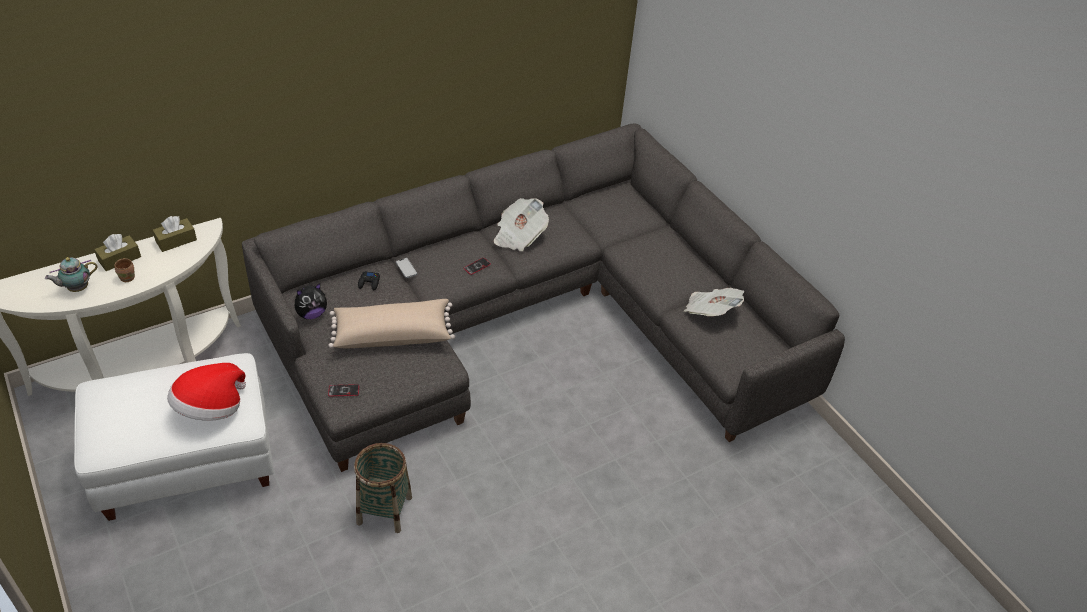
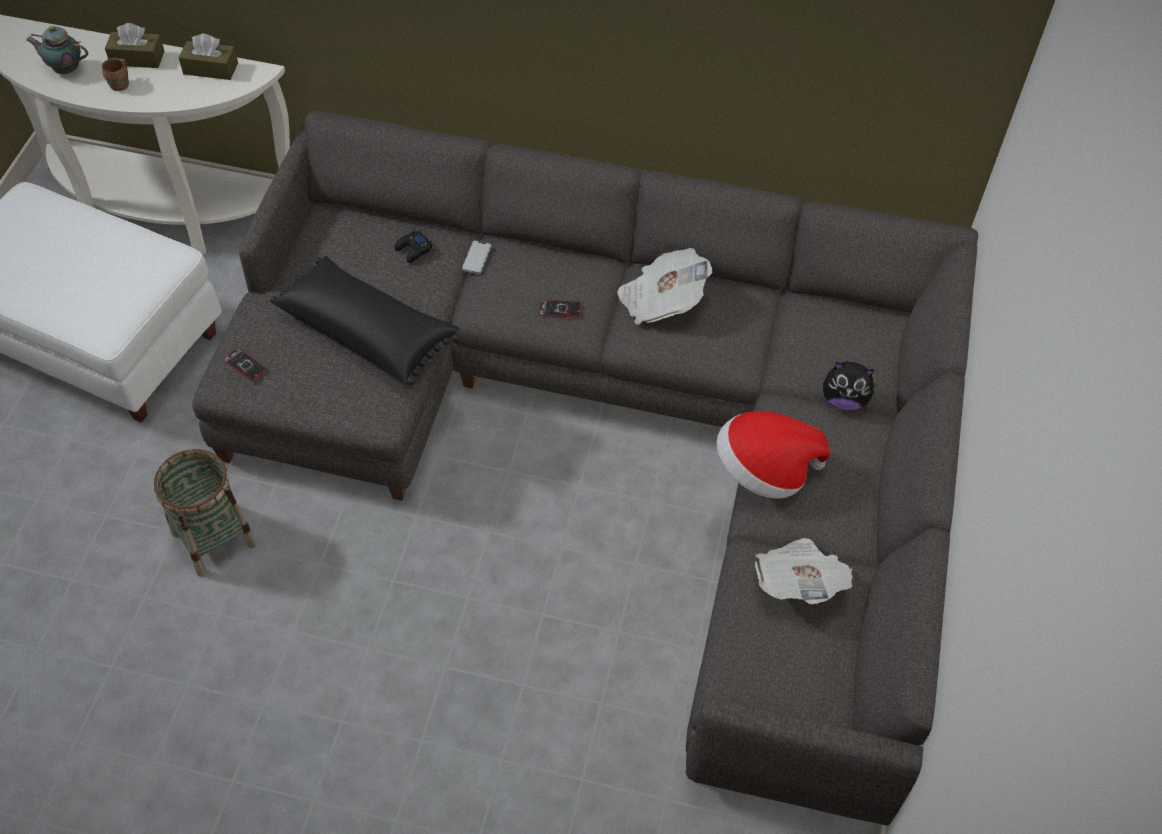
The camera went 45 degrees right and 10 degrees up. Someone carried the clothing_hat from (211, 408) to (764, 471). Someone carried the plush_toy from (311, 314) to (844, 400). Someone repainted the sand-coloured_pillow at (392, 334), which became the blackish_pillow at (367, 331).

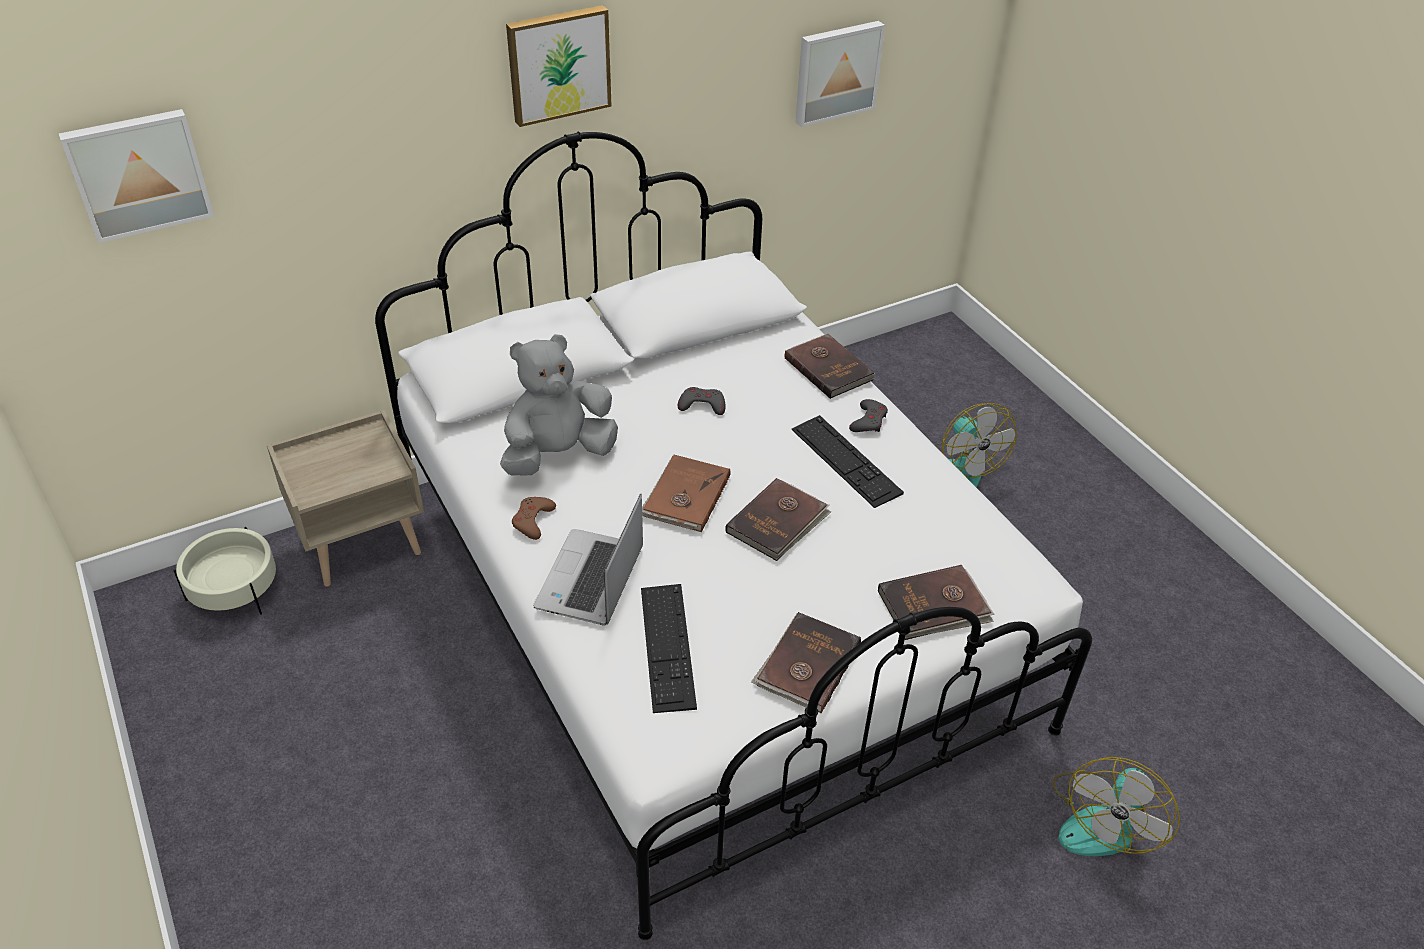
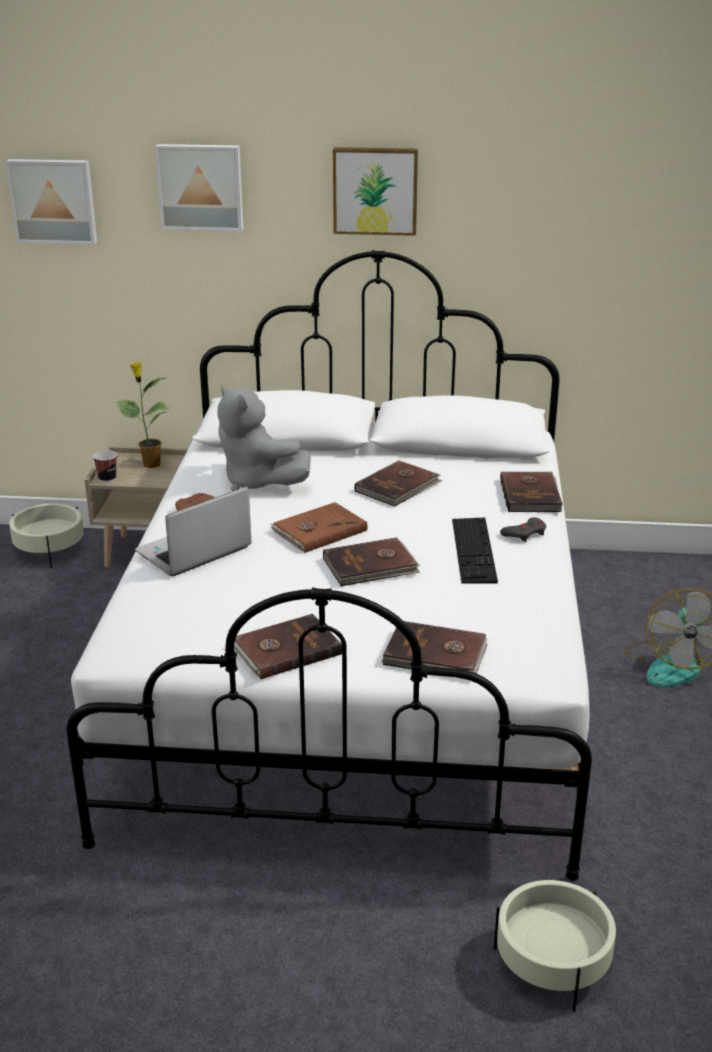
The camera went 35 degrees right and 15 degrees down. Someone took away the computer_keyboard at (667, 646). Someone put down the drinking_cup at (107, 478). Someone put down the plant_in_a_pot at (150, 464). Someone carried the wall_picture from (836, 72) to (200, 187). Someone swapped the grey_game_controller at (702, 405) for the brownish_bound_book at (398, 487). Someone swapped the cooling_fan at (1102, 820) for the sand-coloured_flower_pot at (552, 963). Someone rotated the grey_plush_toy at (558, 454) by 135 degrees counterclockwise.

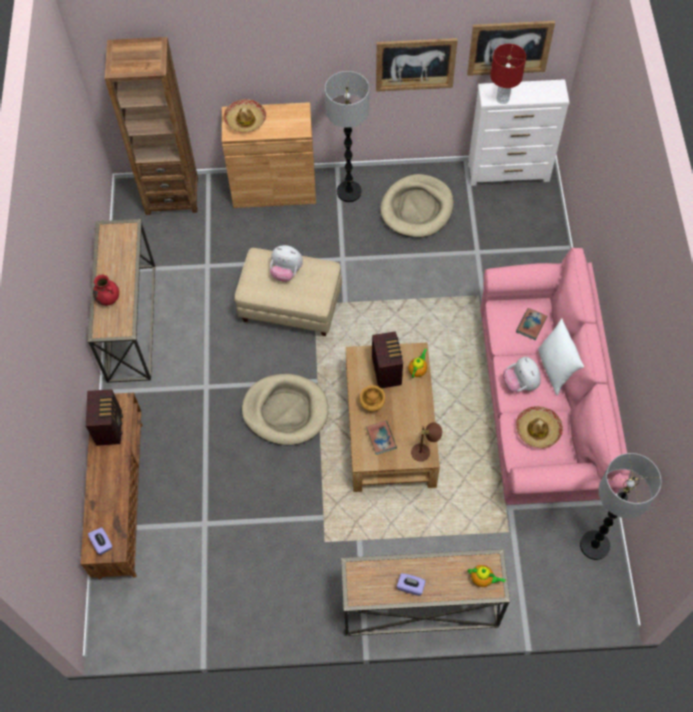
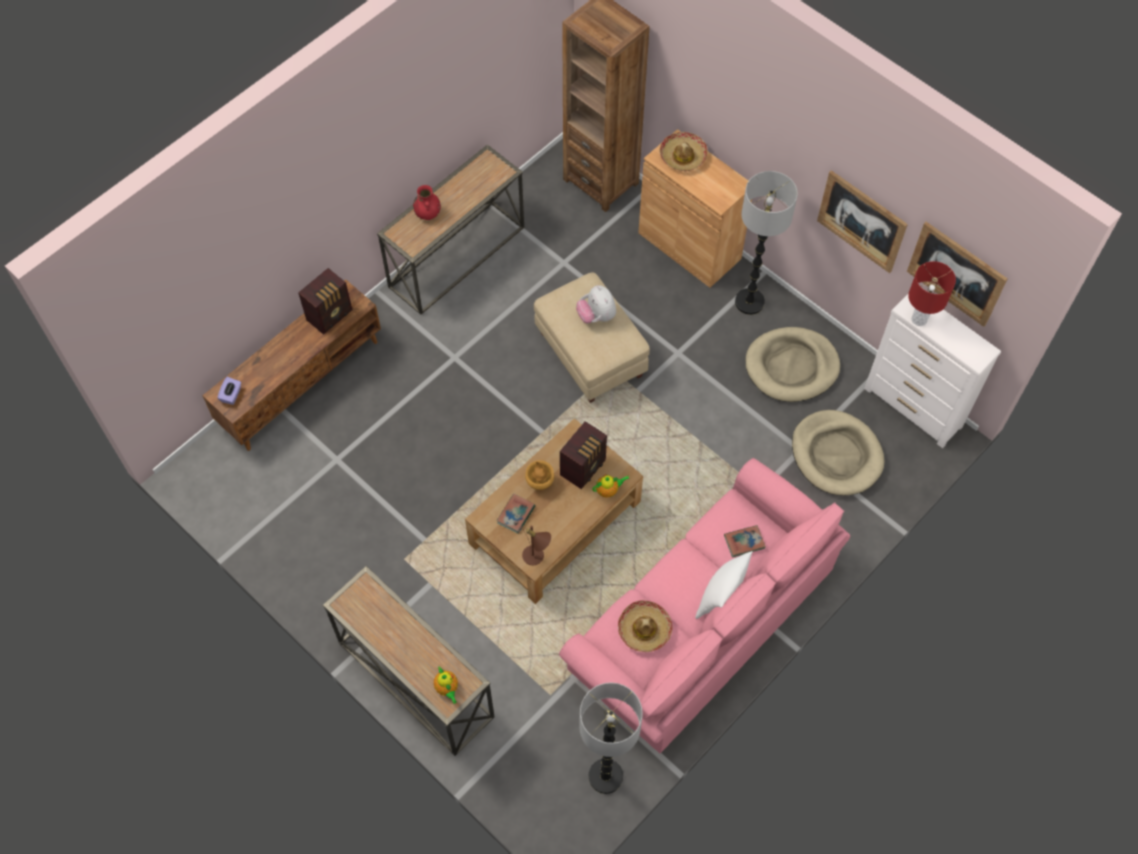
The camera went 45 degrees right and 0 degrees up. Someone took away the purple-coloured_tissue_holder at (410, 586). Someone took away the plush_toy at (520, 383). Someone carried the sand-coloured_dog_cushion from (285, 411) to (836, 455).

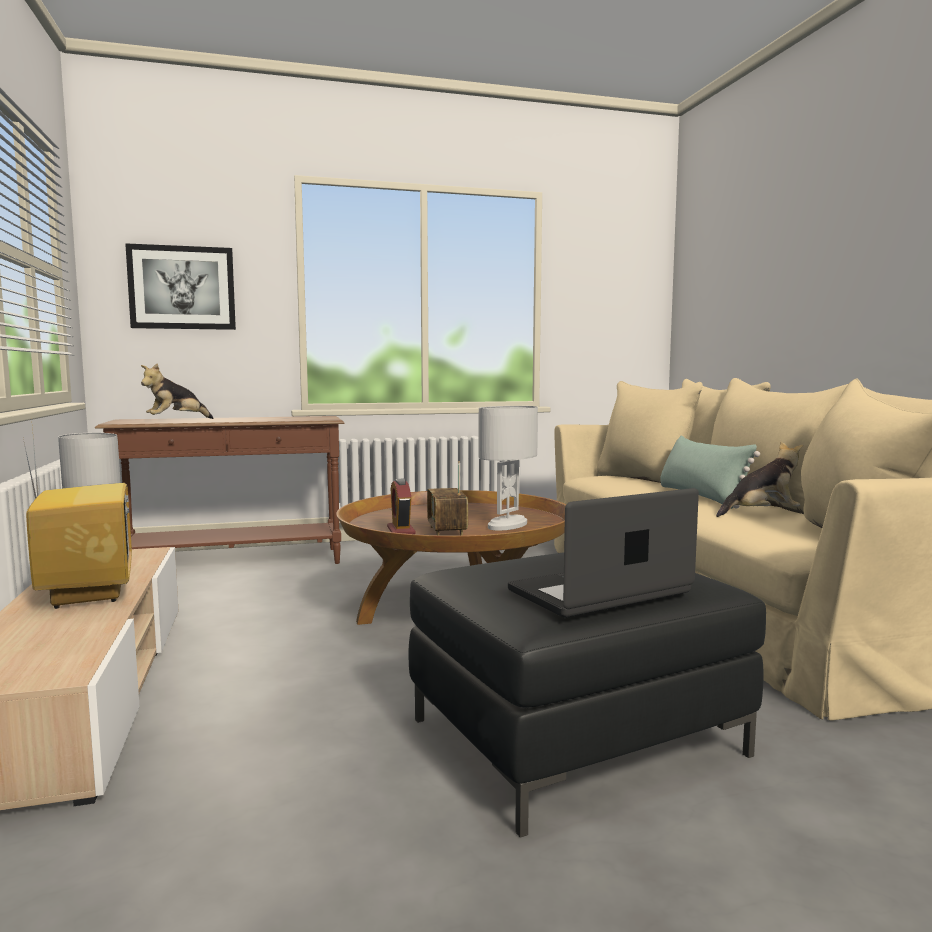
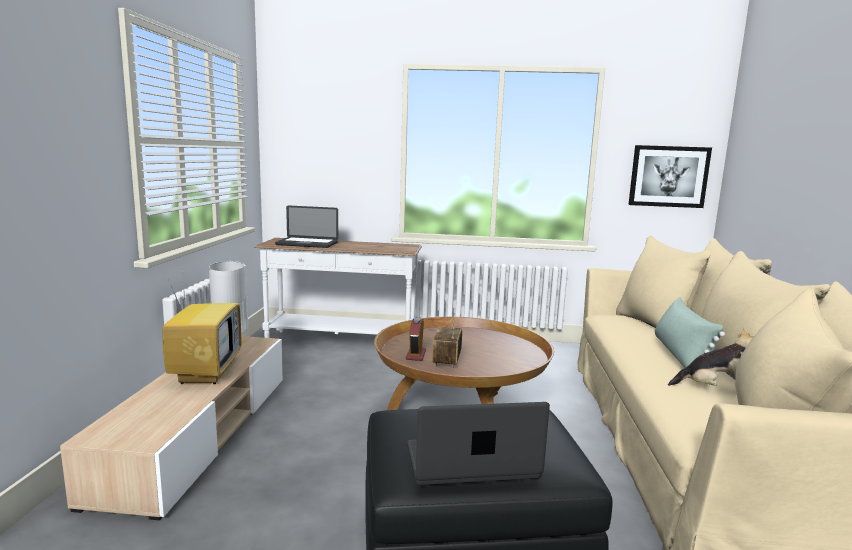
The camera went 20 degrees right and 5 degrees up. Someone took away the whitish_lamp_for_a_table at (508, 525). Someone carried the wall_picture from (182, 288) to (668, 176). Someone swapped the plush_toy at (176, 420) for the portable_computer at (307, 244). Someone repainted the brownish_narrow_table at (234, 563), which became the whitish_narrow_table at (341, 343).

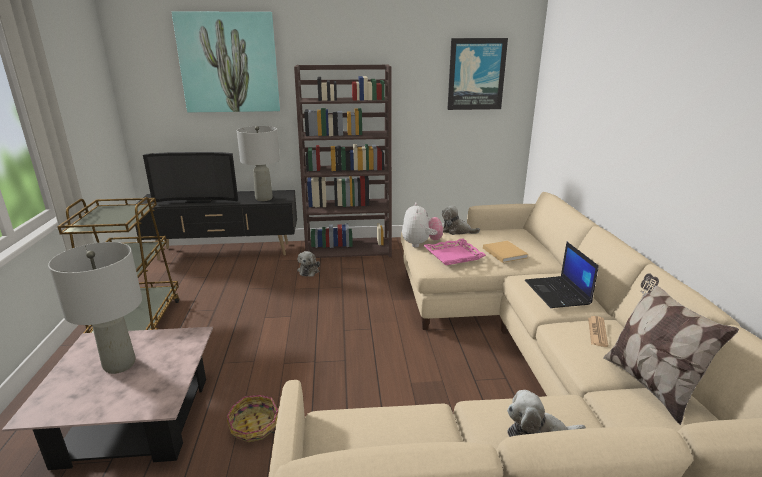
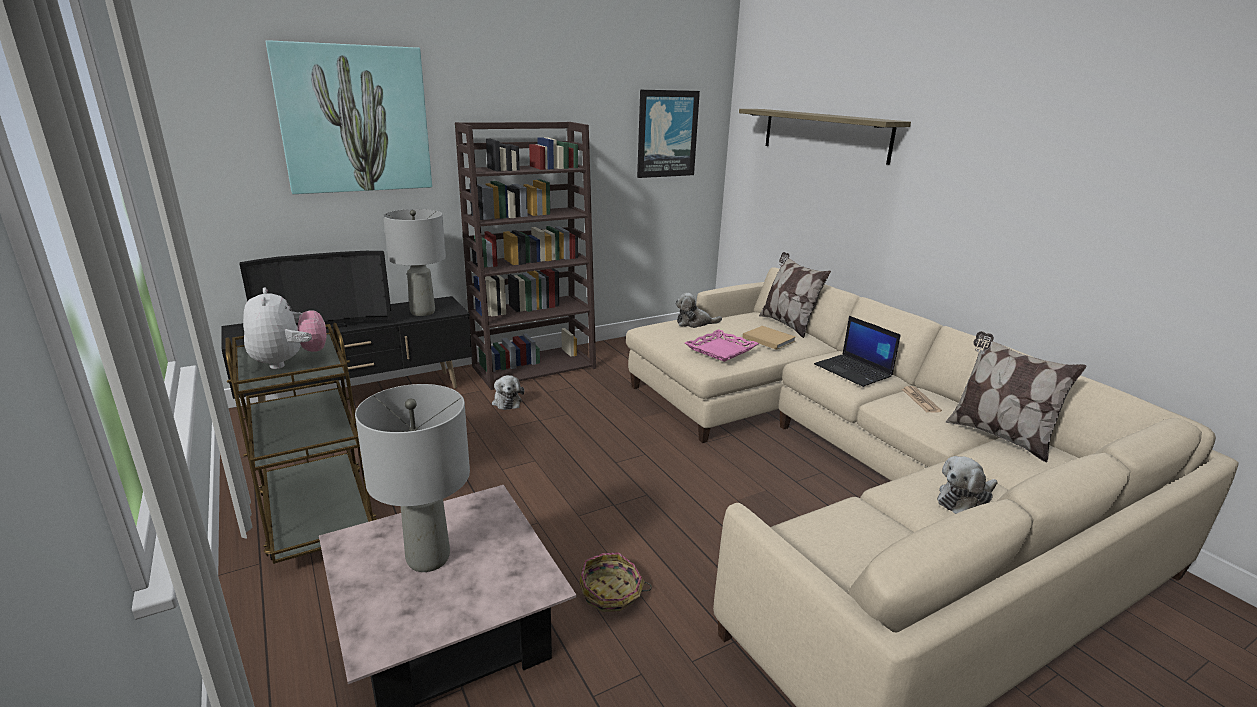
The camera went 25 degrees left and 0 degrees up. Someone put up the wall_shelf at (824, 134). Someone put down the pillow at (787, 324). Someone carried the plush_toy from (421, 244) to (289, 362).

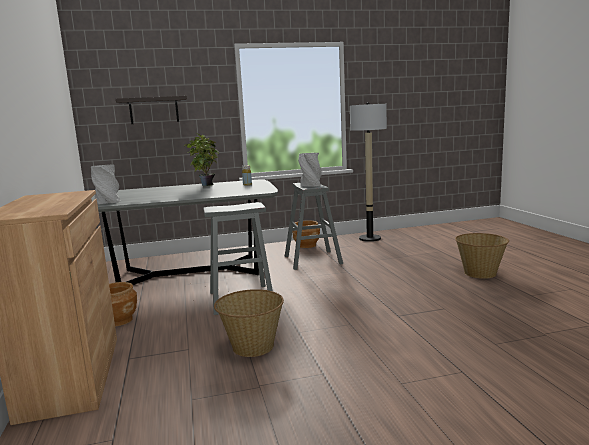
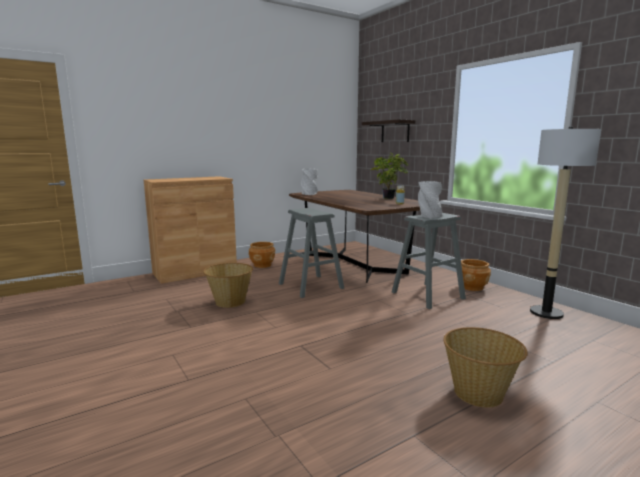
The camera went 70 degrees right and 0 degrees up. Someone repainted the grey_kitchen_table at (190, 273), which became the brownish_kitchen_table at (354, 264).

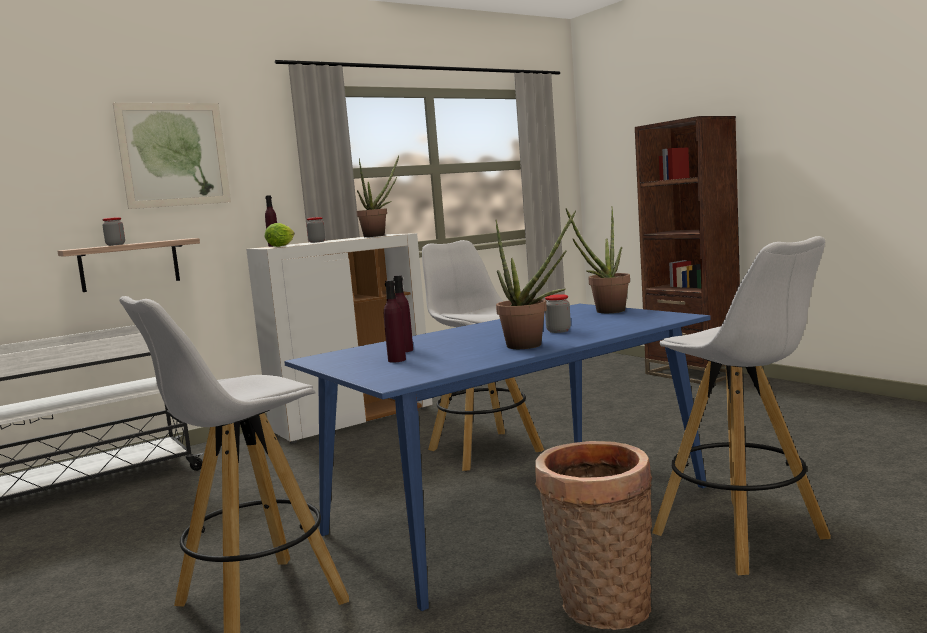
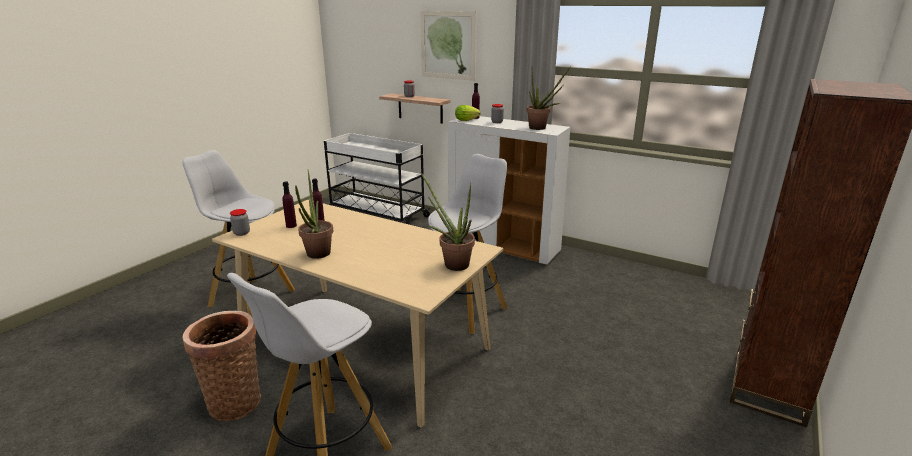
The camera went 65 degrees right and 15 degrees up. Someone carried the storage_jar from (558, 331) to (241, 233). Someone repainted the bluish_kitchen_table at (517, 510), which became the sand-coloured_kitchen_table at (362, 345).

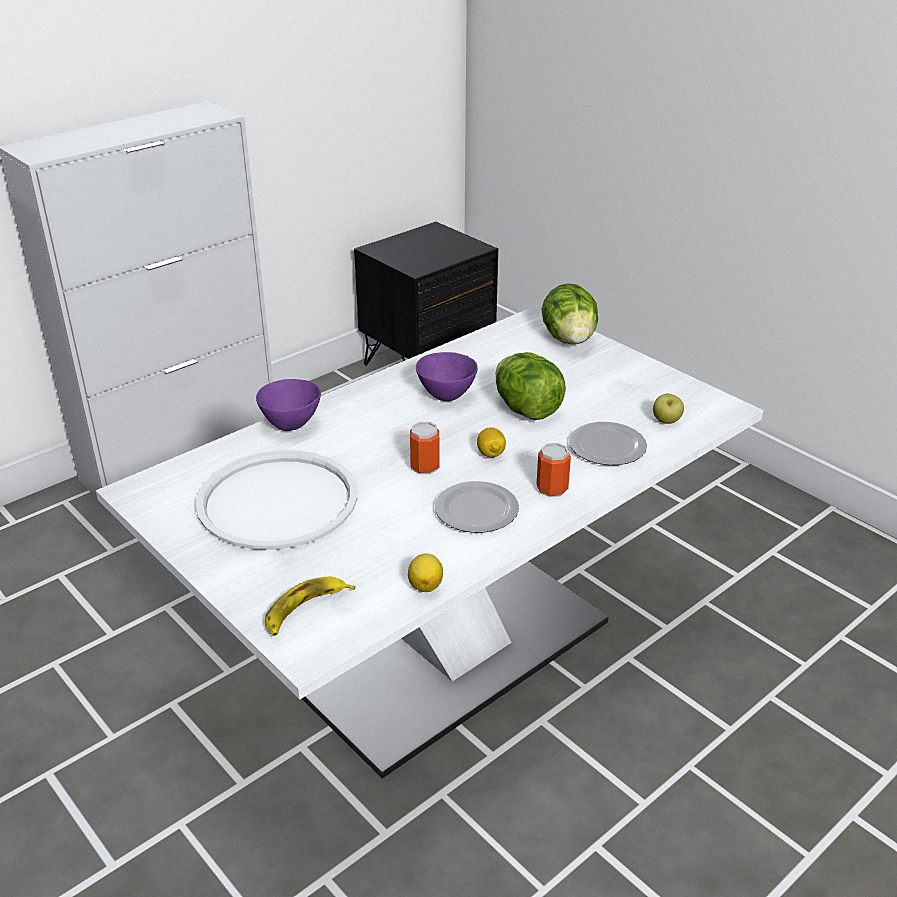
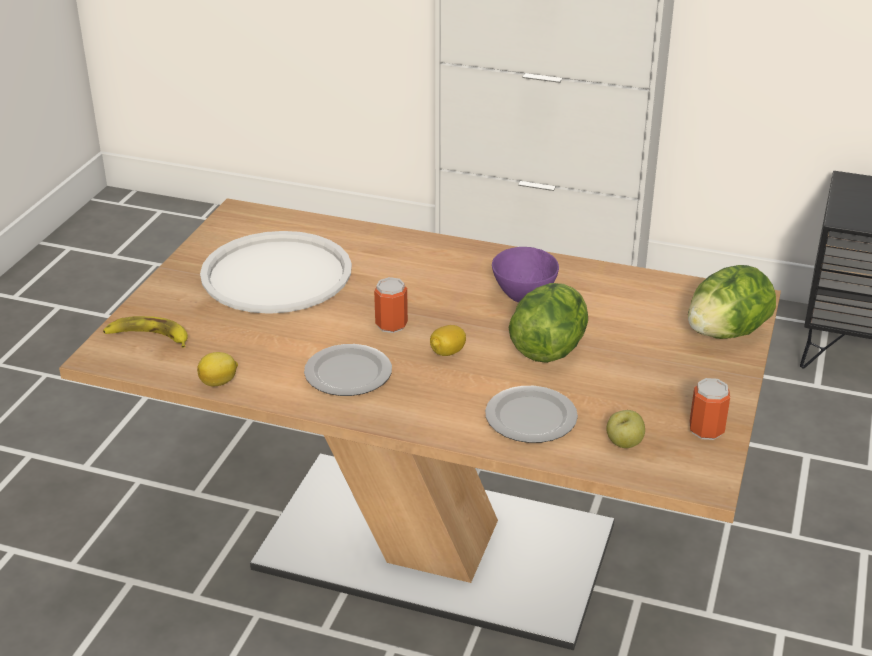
The camera went 60 degrees right and 0 degrees up. Someone took away the purple-coloured_serving_bowl at (291, 424). Someone carried the metal_can from (552, 489) to (706, 430). Someone repainted the whitish_kitchen_table at (448, 649), which became the brownish_kitchen_table at (436, 547).

